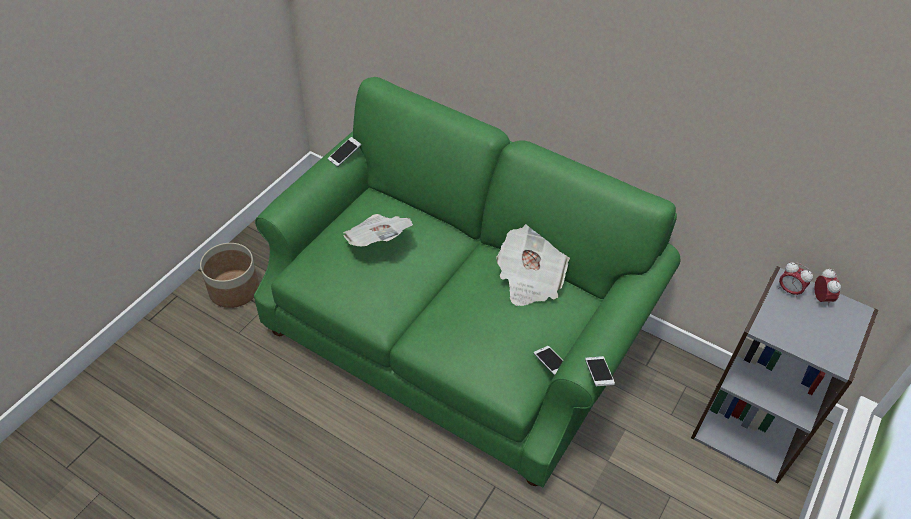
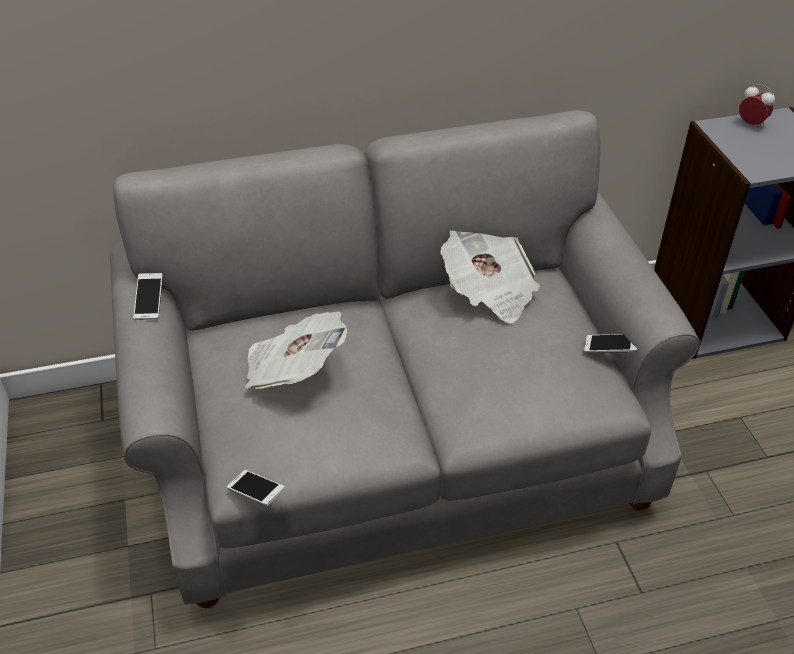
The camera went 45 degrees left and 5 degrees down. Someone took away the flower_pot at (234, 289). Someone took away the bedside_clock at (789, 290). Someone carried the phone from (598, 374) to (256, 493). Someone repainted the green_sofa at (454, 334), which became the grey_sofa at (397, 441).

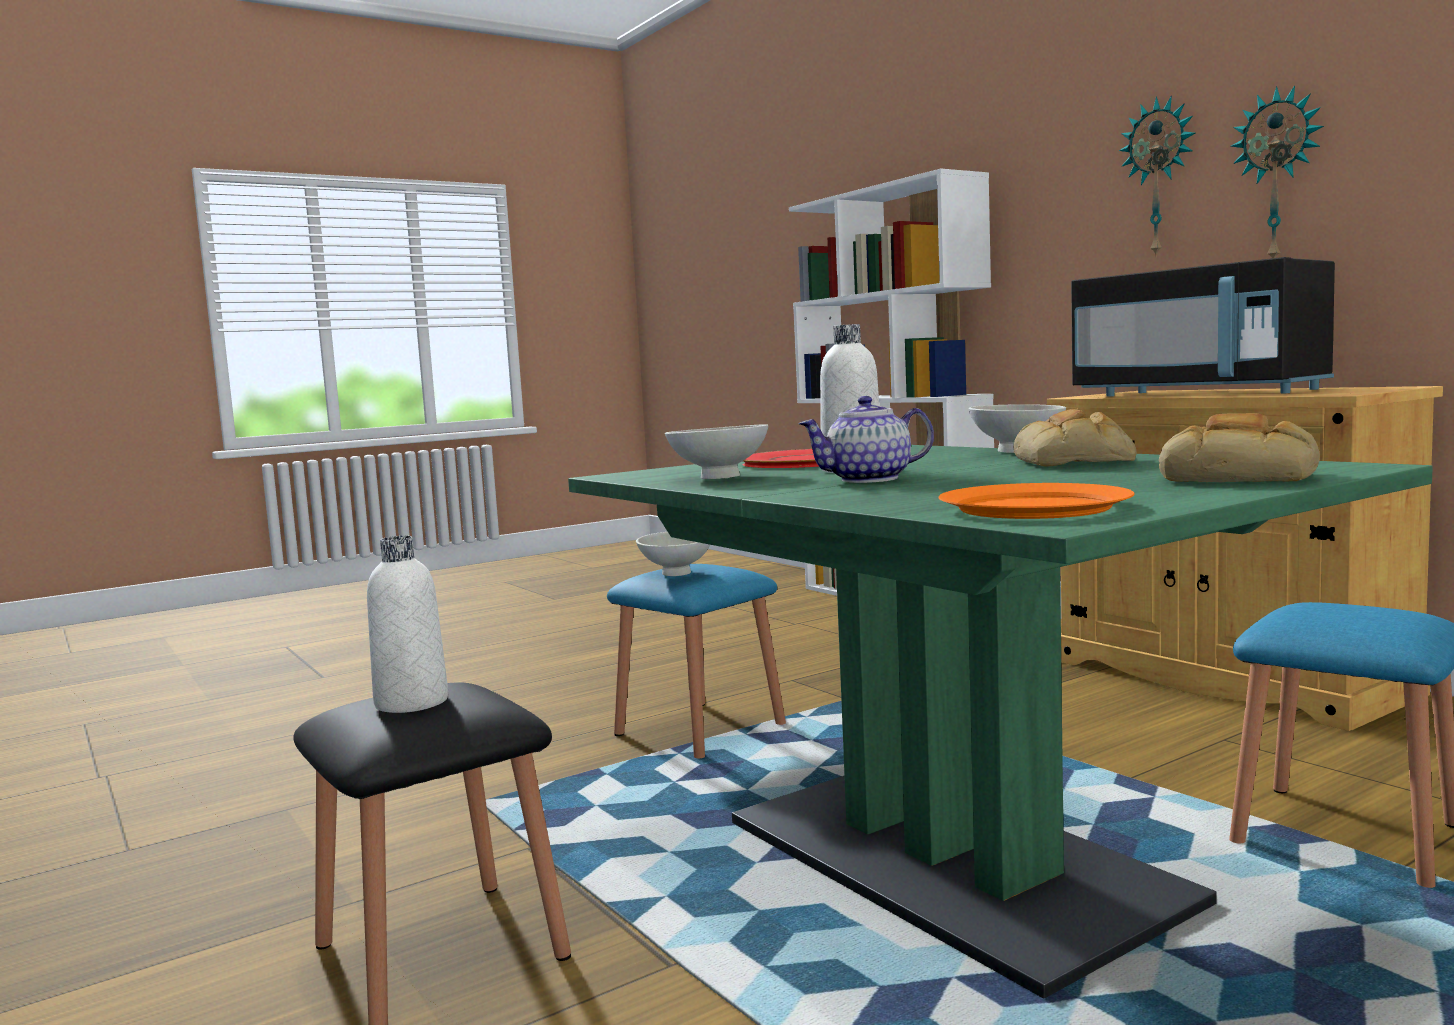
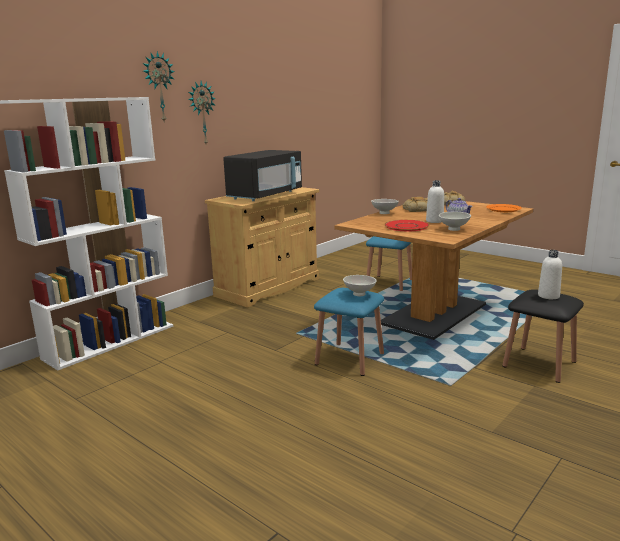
The camera went 105 degrees left and 10 degrees up. Someone carried the wall_clock from (1278, 176) to (159, 87). Someone repainted the green_kitchen_table at (948, 862), which became the brownish_kitchen_table at (434, 314).

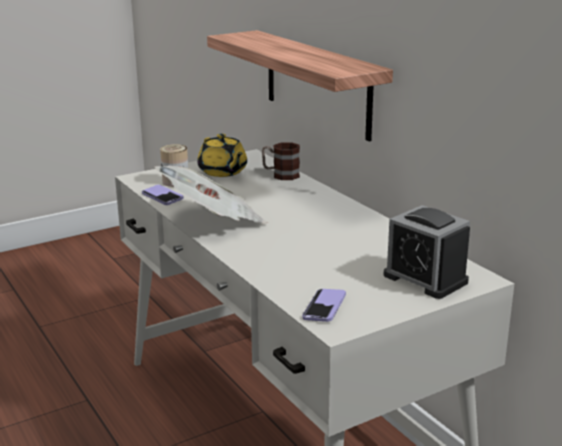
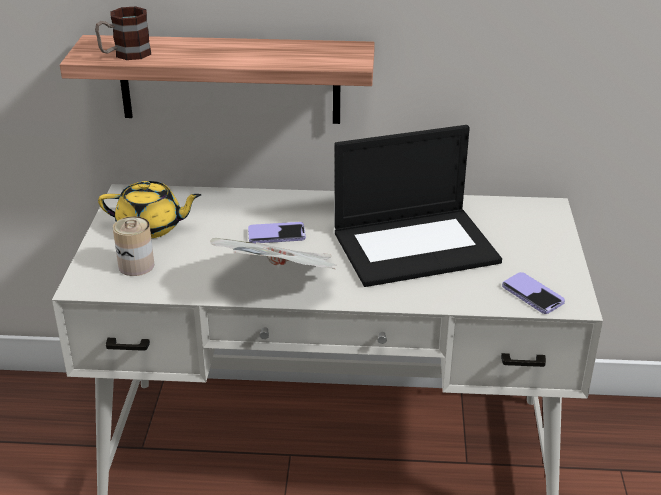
The camera went 55 degrees left and 10 degrees up. Someone took away the bedside_clock at (425, 278). Someone put down the portable_computer at (416, 246). Someone carried the phone from (162, 196) to (276, 234). Someone carried the tea_mug from (280, 175) to (125, 55).

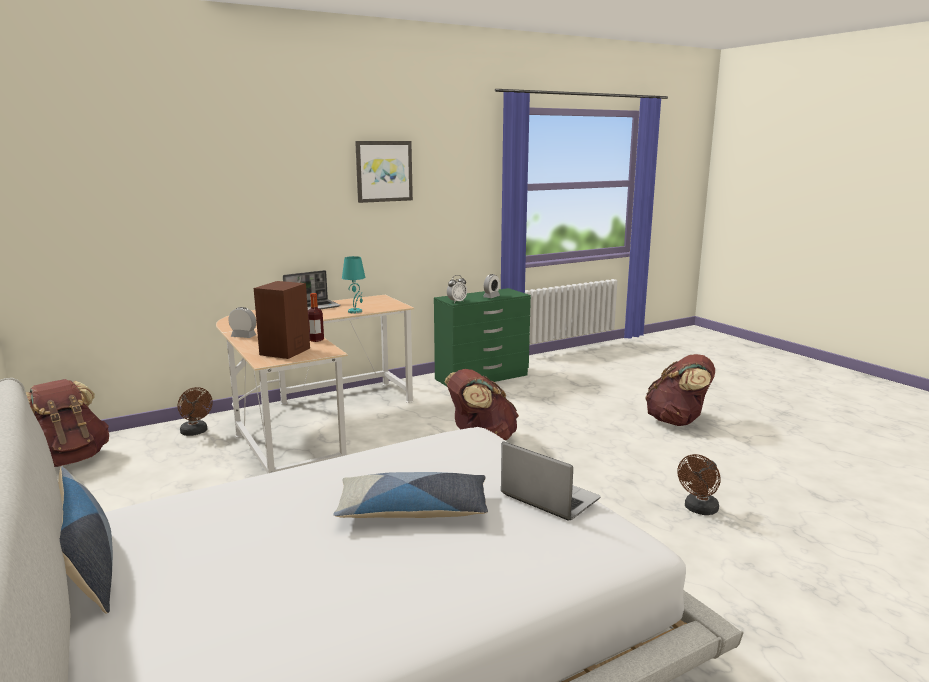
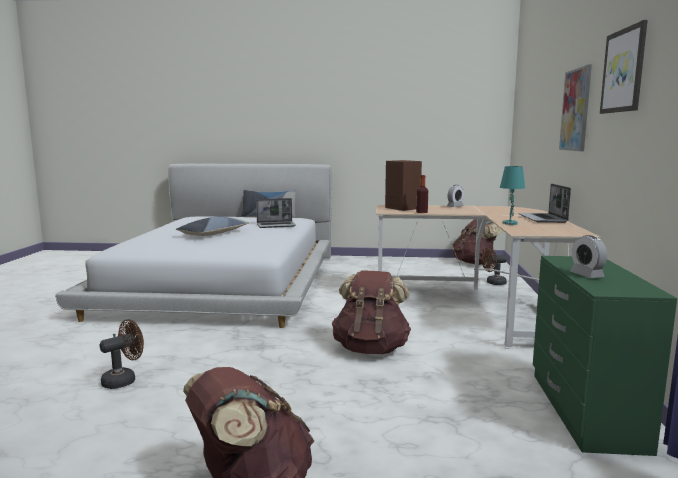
The camera went 125 degrees right and 5 degrees down. Someone took away the bedside_clock at (457, 302). Someone put up the wall_picture at (576, 110). Someone carried the portable_computer from (548, 497) to (276, 225). Someone rotated the brownish_cooling_fan at (699, 510) by 60 degrees clockwise.

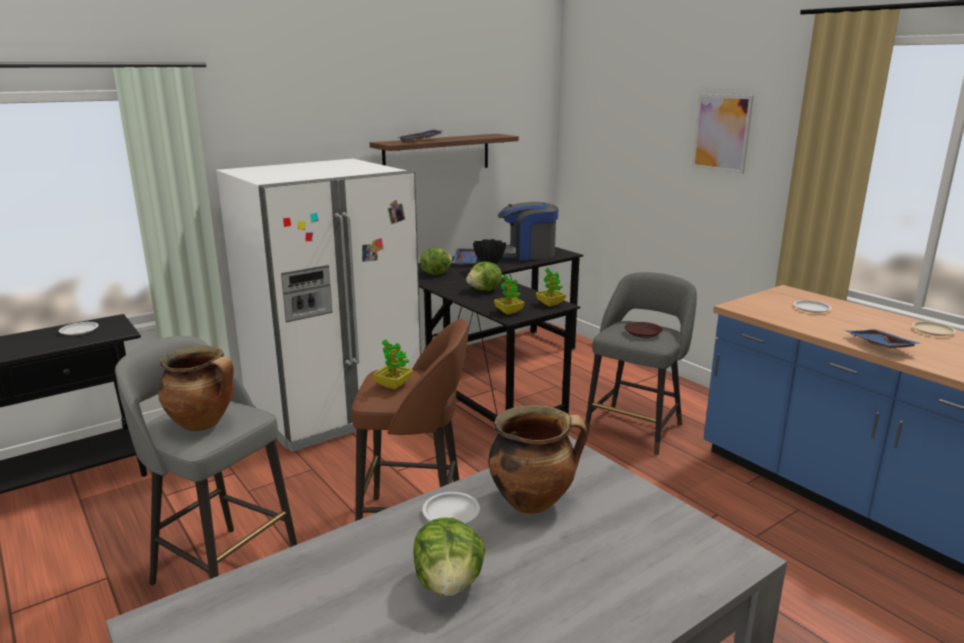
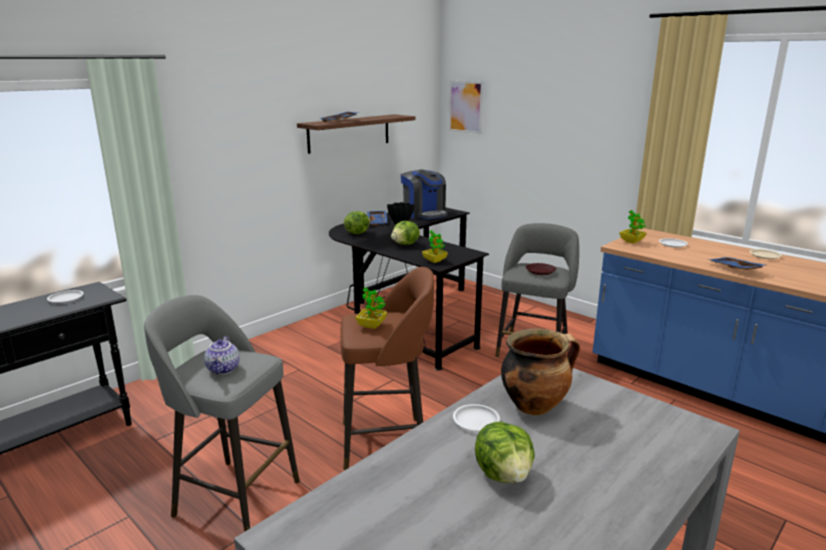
The camera went 10 degrees left and 0 degrees up. Someone took away the whitish_kitchen_fridge at (333, 410). Someone carried the plant_in_a_pot from (550, 304) to (631, 241). Someone carried the wall_picture from (721, 133) to (465, 107). Someone swapped the stockpot at (203, 423) for the teapot at (224, 369). Someone rotated the coffee_brewer at (527, 254) by 105 degrees counterclockwise.

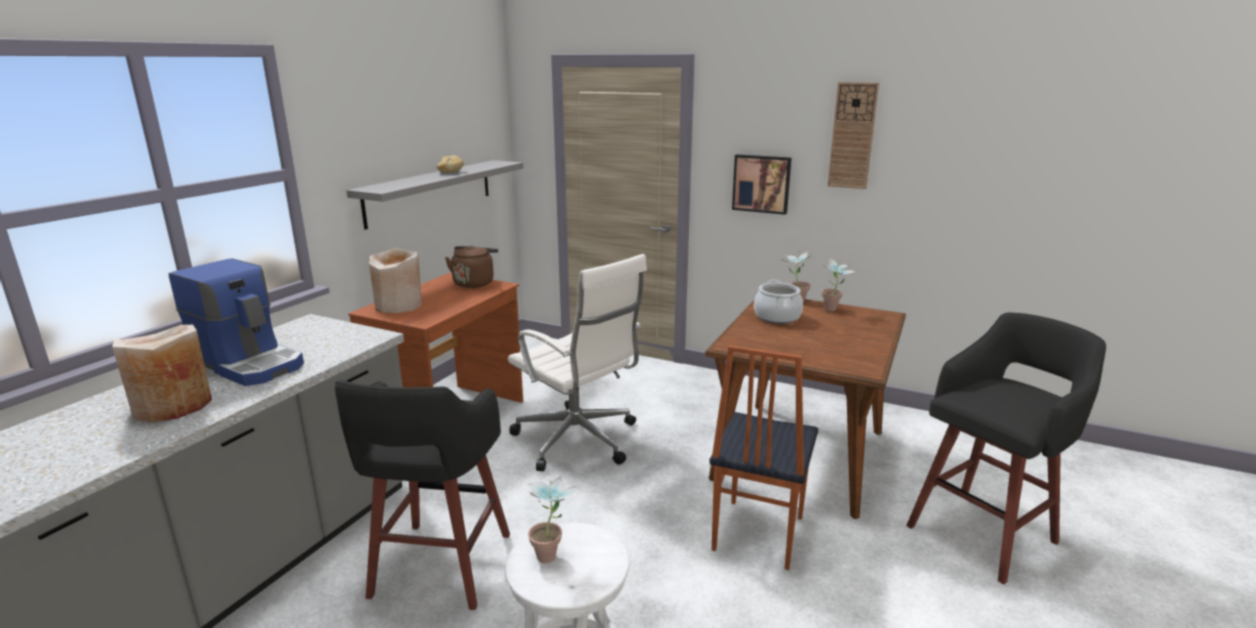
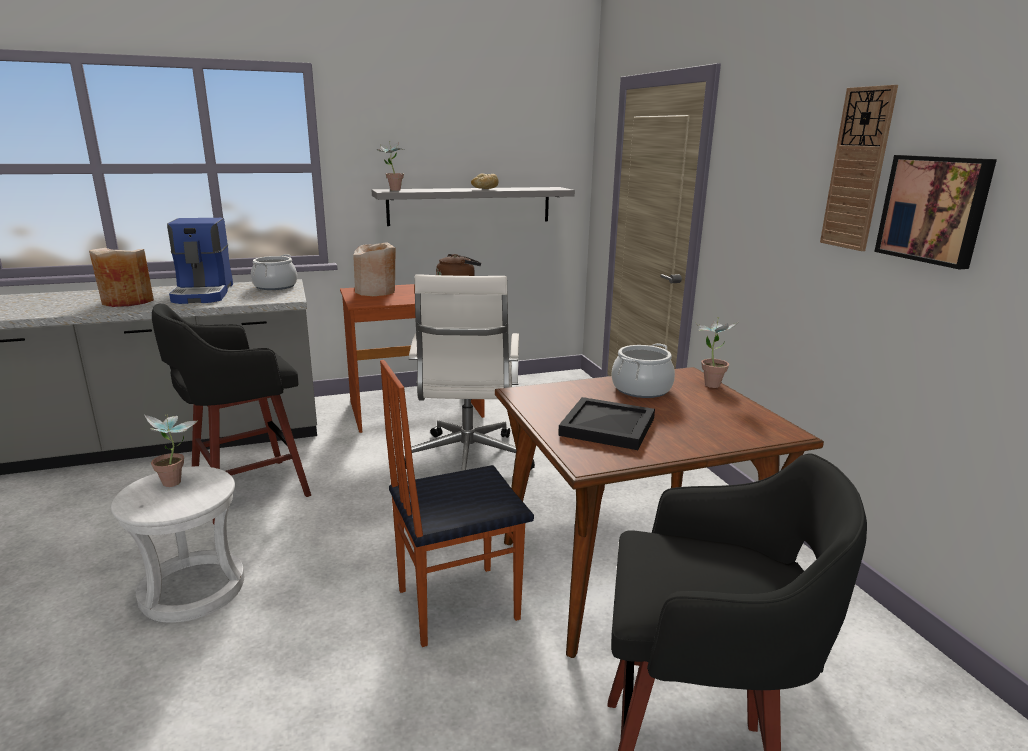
The camera went 45 degrees right and 0 degrees up. Someone put down the stockpot at (275, 286). Someone put down the blackish_serving_tray at (606, 426). Someone carried the wall_picture from (761, 183) to (934, 209). Someone carried the plant_in_a_pot from (832, 310) to (392, 190).

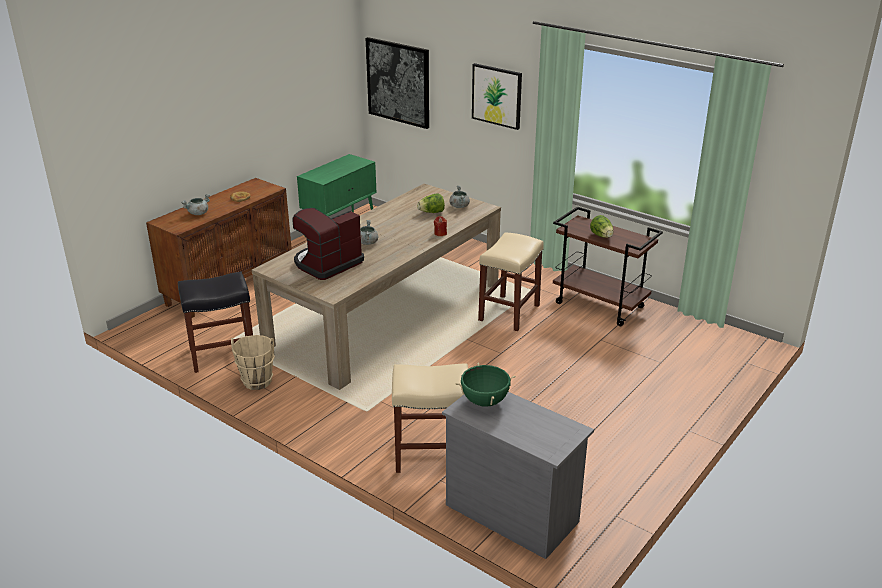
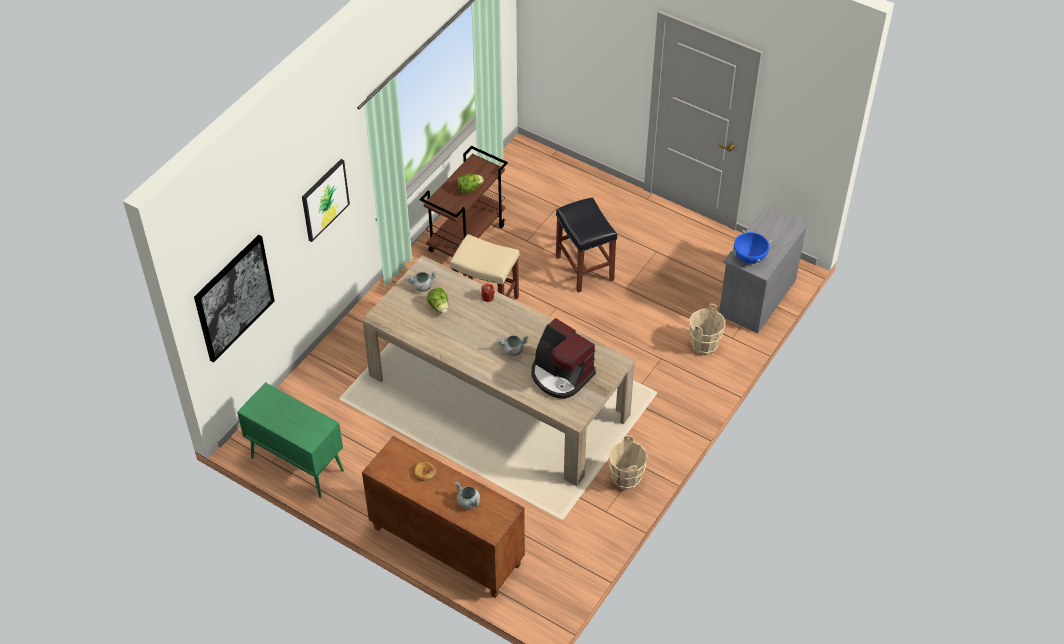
The camera went 95 degrees left and 20 degrees up. Someone carried the blackish_sitting_stool from (221, 355) to (585, 269). Someone swapped the sand-coloured_sitting_stool at (430, 454) for the sand-coloured_pail at (704, 346). Someone repainted the green_stockpot at (484, 401), which became the bluish_stockpot at (749, 258).

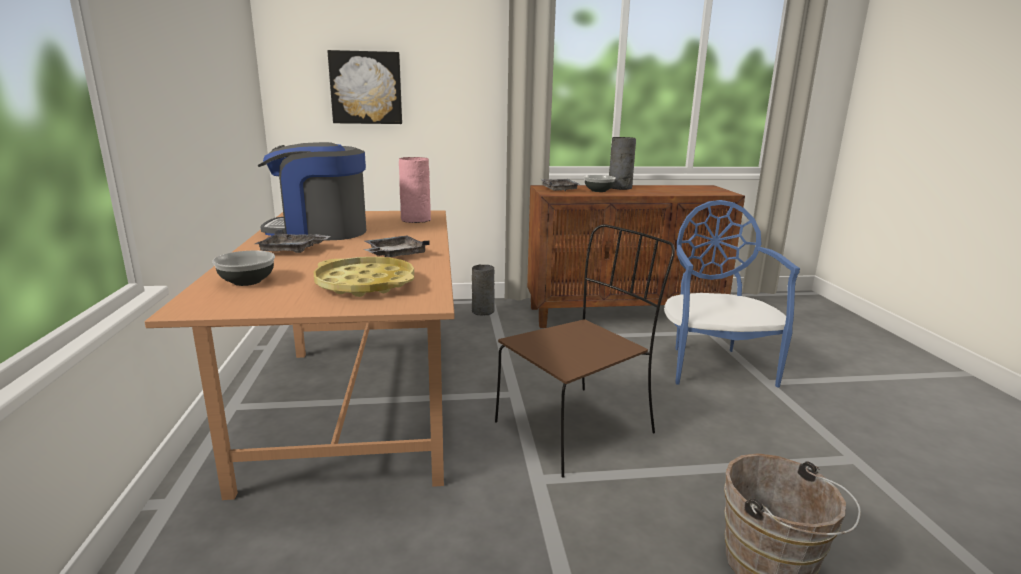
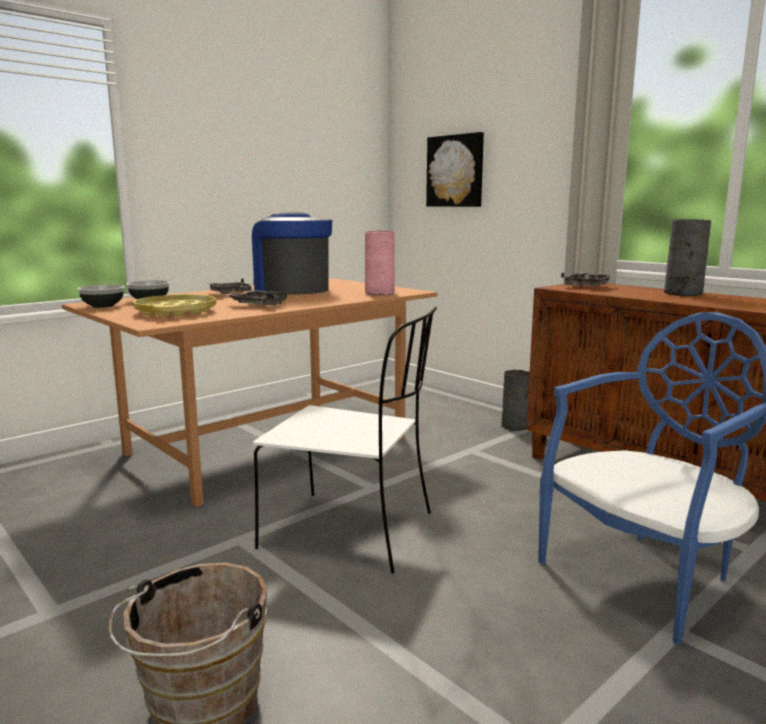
The camera went 55 degrees right and 5 degrees down. Someone carried the serving_bowl from (599, 191) to (103, 306). Someone repainted the brownish_plain_chair at (577, 427), which became the whitish_plain_chair at (352, 531).

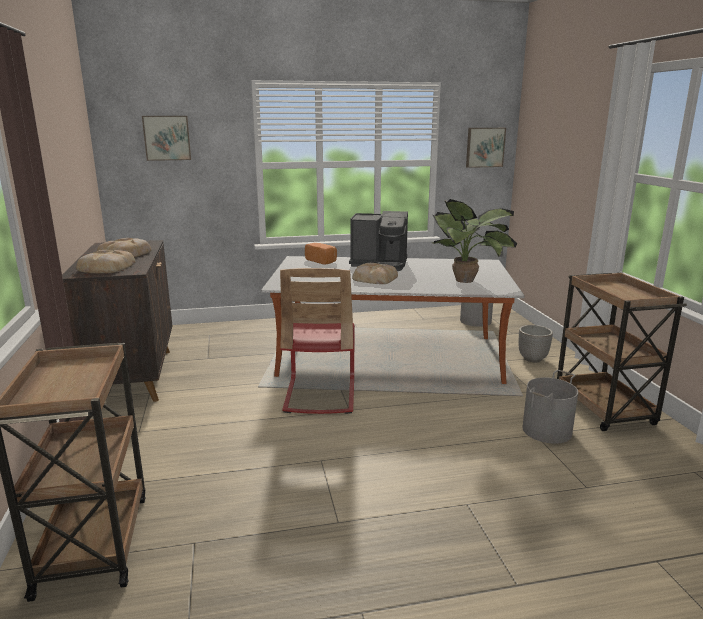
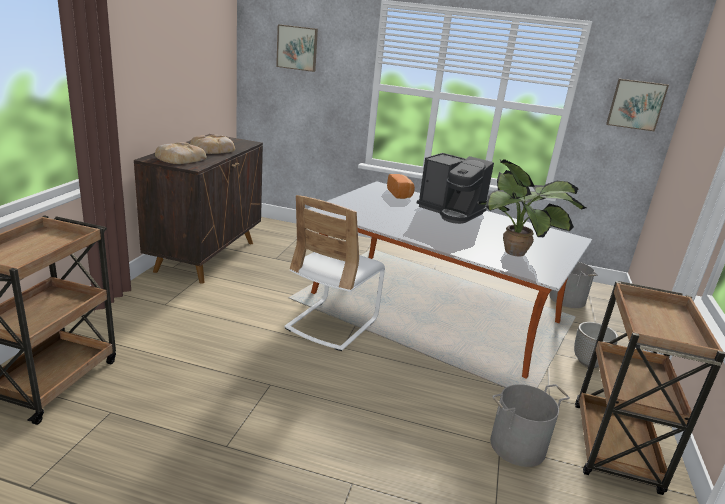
The camera went 25 degrees right and 5 degrees up. Someone took away the bakery_bread at (374, 278). Someone repainted the reddish_plain_chair at (320, 394), which became the whitish_plain_chair at (332, 323).

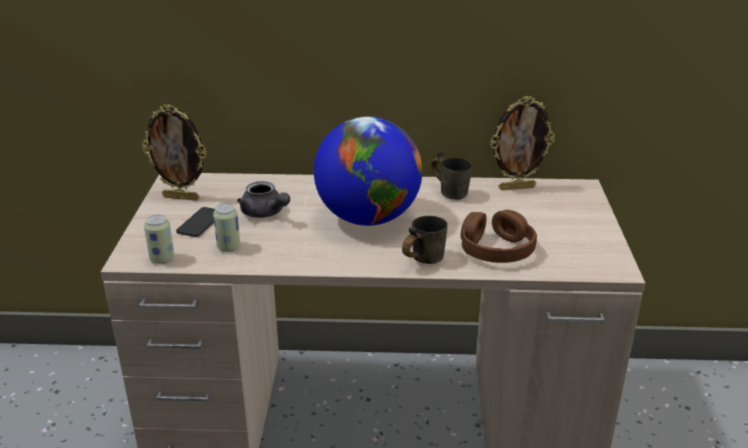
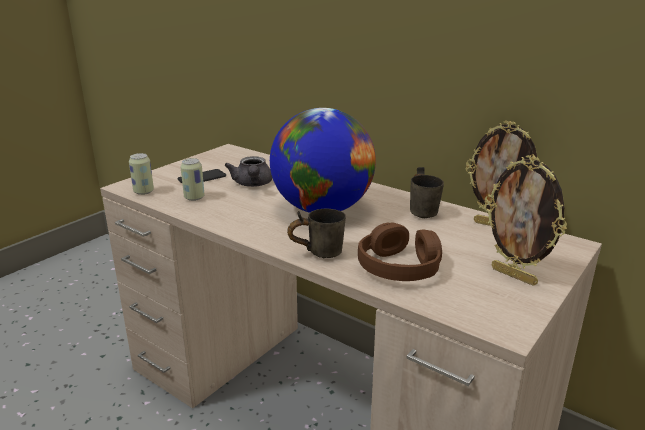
The camera went 35 degrees right and 5 degrees down. Someone carried the standing_frame from (181, 197) to (514, 276).

